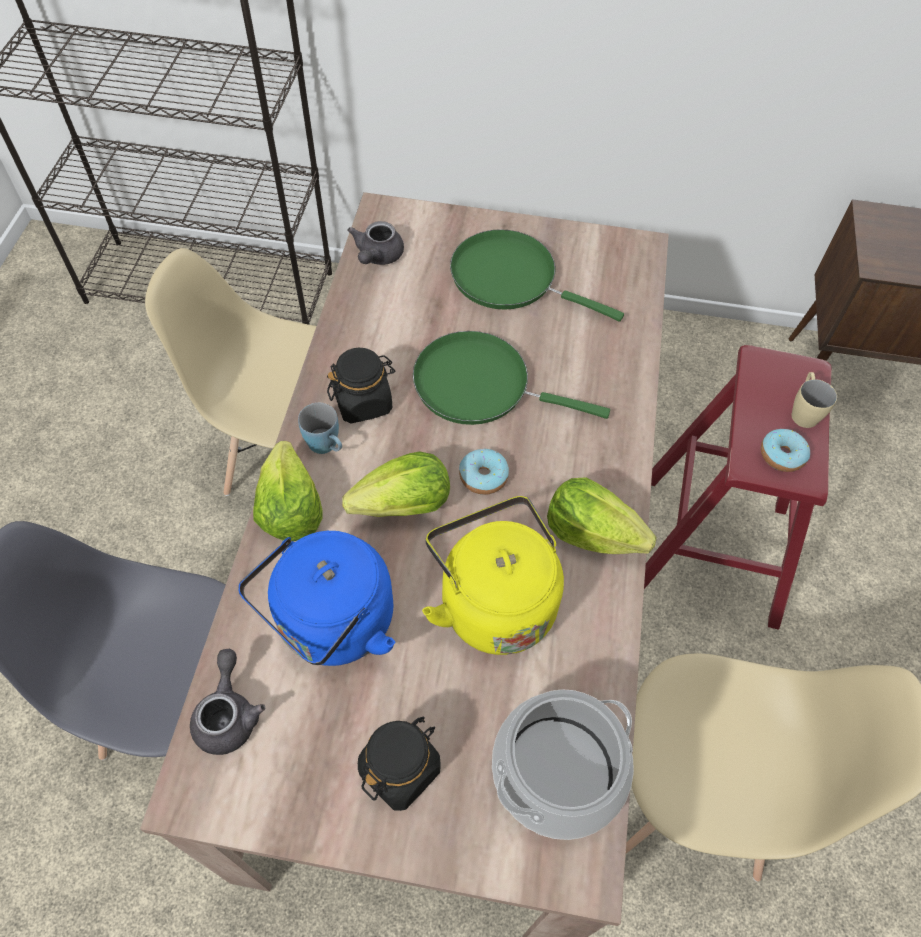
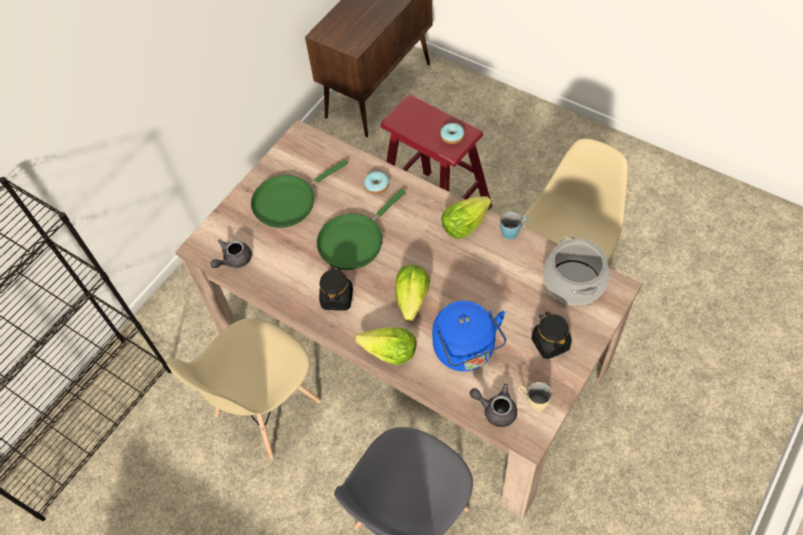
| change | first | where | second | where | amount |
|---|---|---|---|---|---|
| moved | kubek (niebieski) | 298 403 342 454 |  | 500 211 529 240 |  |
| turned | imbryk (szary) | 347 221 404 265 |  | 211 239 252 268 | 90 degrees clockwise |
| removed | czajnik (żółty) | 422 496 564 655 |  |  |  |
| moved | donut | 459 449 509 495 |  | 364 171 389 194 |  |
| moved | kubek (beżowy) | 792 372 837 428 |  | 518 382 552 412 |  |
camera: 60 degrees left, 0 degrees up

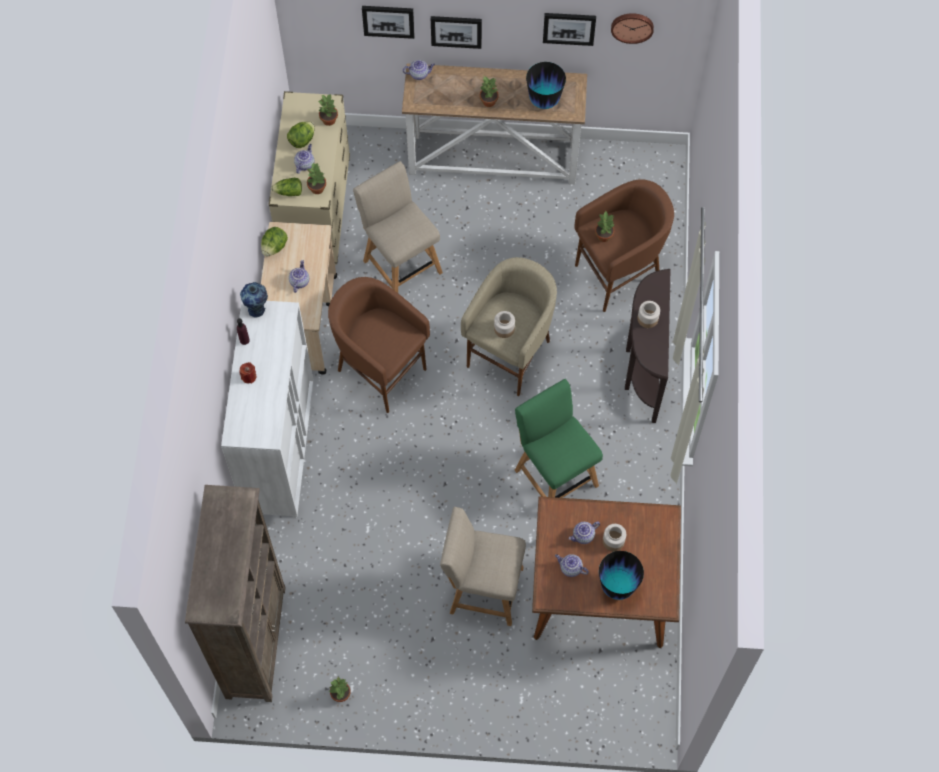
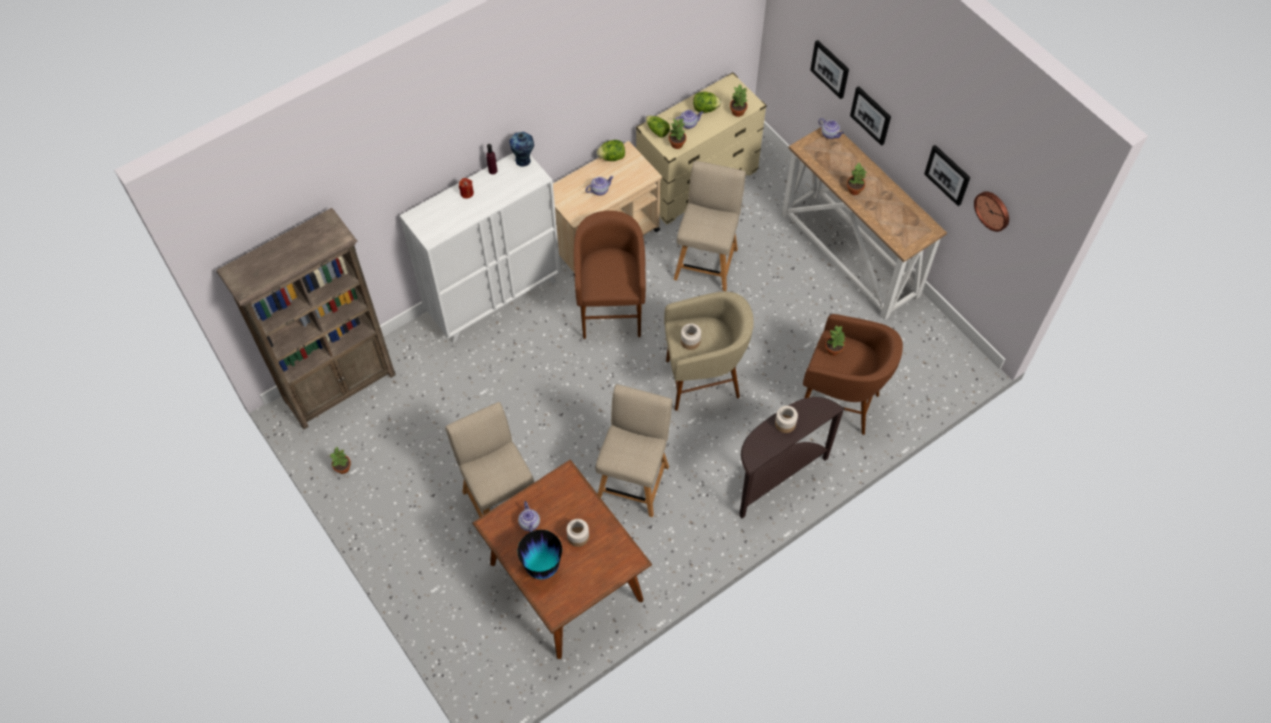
| change | first | where | second | where | amount |
|---|---|---|---|---|---|
| recoloured | krzesło (zielony) | 515 379 603 498 | krzesło (beżowy) | 596 384 672 517 |  |
| removed | wazon | 526 62 566 109 |  |  |  |
| removed | imbryk | 568 522 600 544 |  |  |  |
camera: 50 degrees right, 5 degrees down

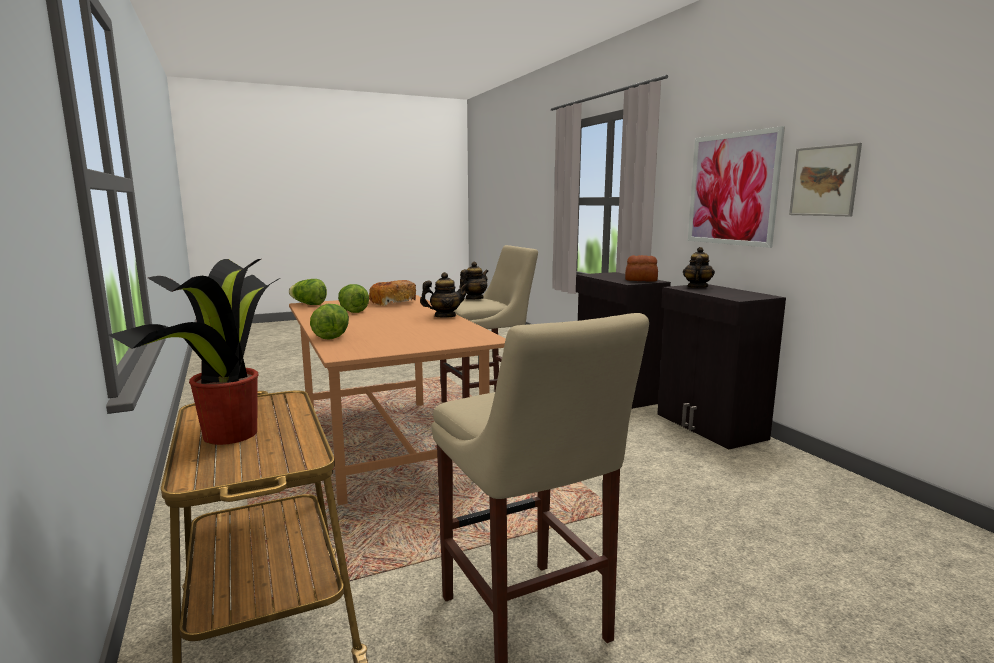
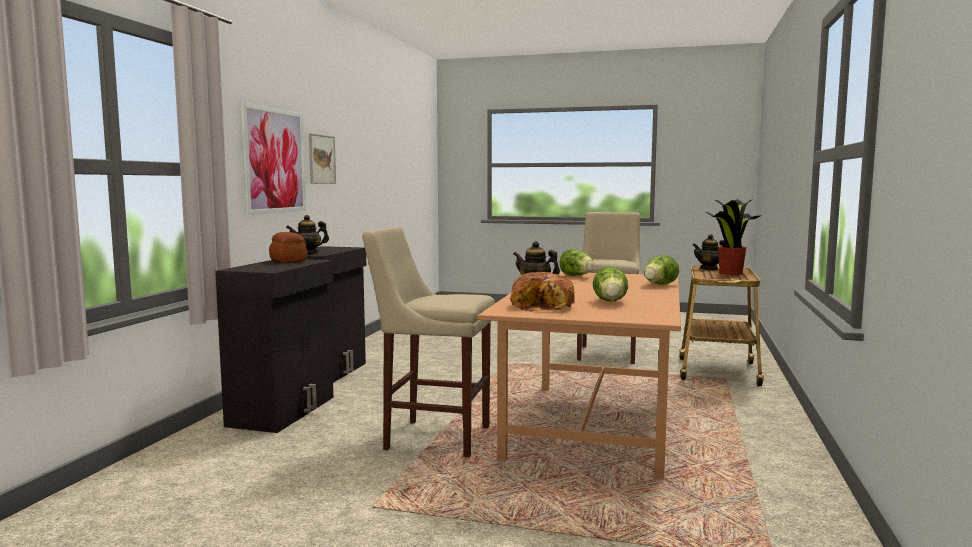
| change | first | where | second | where | amount |
|---|---|---|---|---|---|
| moved | sałata | 289 279 327 305 |  | 560 249 594 276 |  |
| moved | imbryk | 459 262 488 299 |  | 692 234 724 270 |  |
camera: 140 degrees left, 5 degrees down

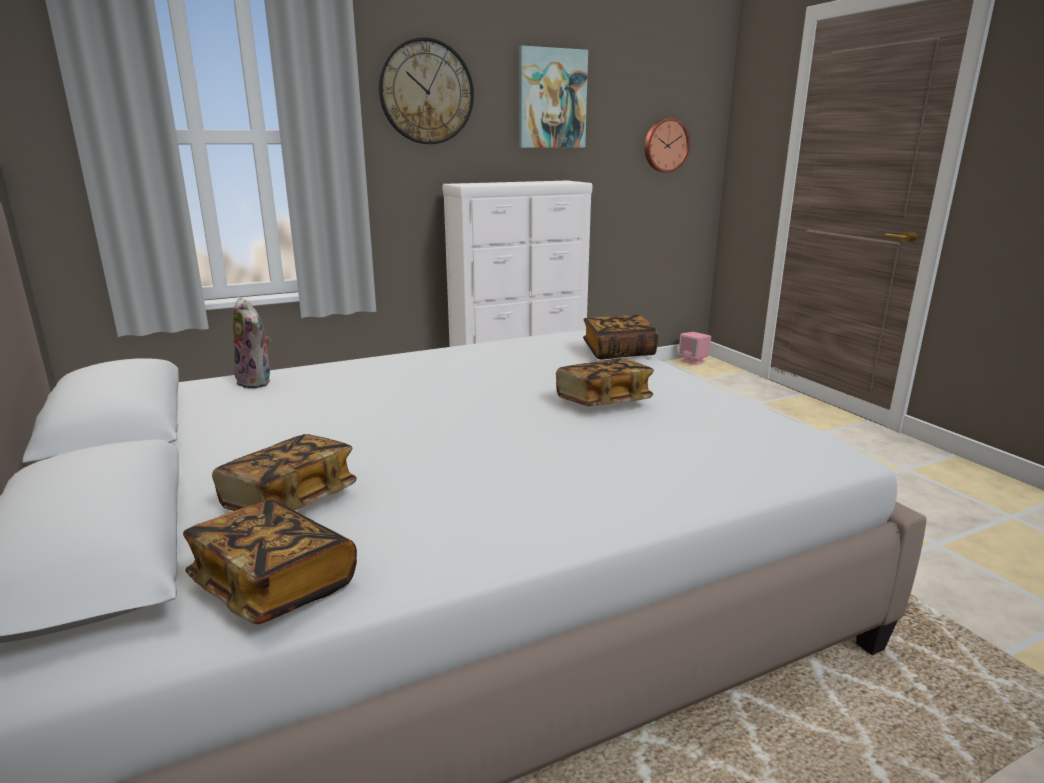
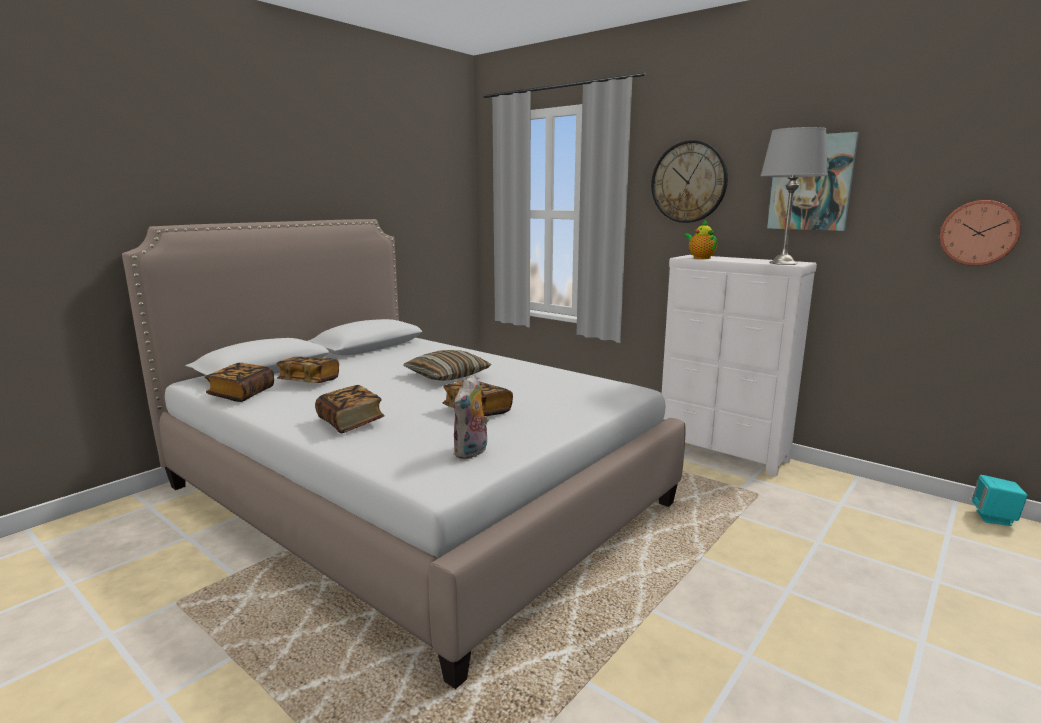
| change | first | where | second | where | amount |
|---|---|---|---|---|---|
| moved | pluszak | 233 297 271 389 |  | 453 375 489 459 |  |
| moved | książka | 583 315 659 360 |  | 315 385 385 433 |  |
| recoloured | głośnik (różowy) | 678 332 711 365 | głośnik (turkusowy) | 971 475 1028 526 |  |
| added |  |  | poduszka | 403 350 491 381 |  |
| added |  |  | imbryk | 684 220 717 259 |  |
| added |  |  | lampa stołowa (szary) | 760 127 828 265 |  |
camera: 65 degrees right, 5 degrees down

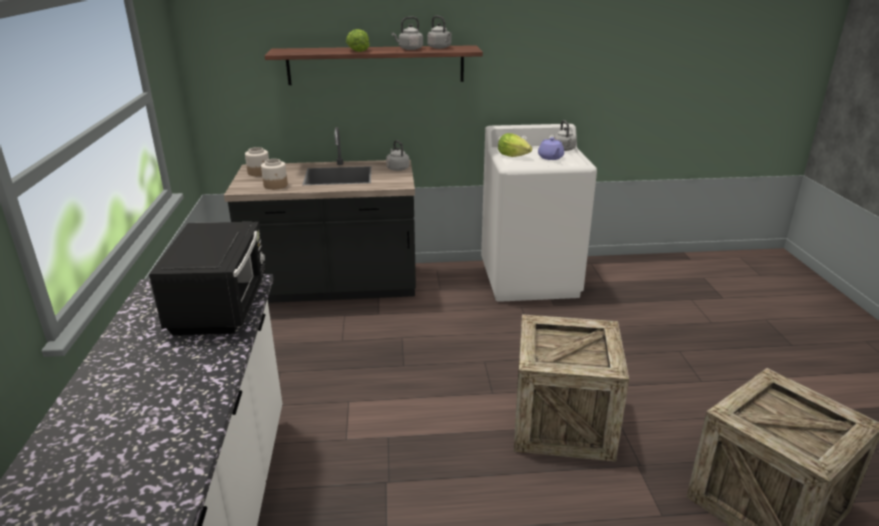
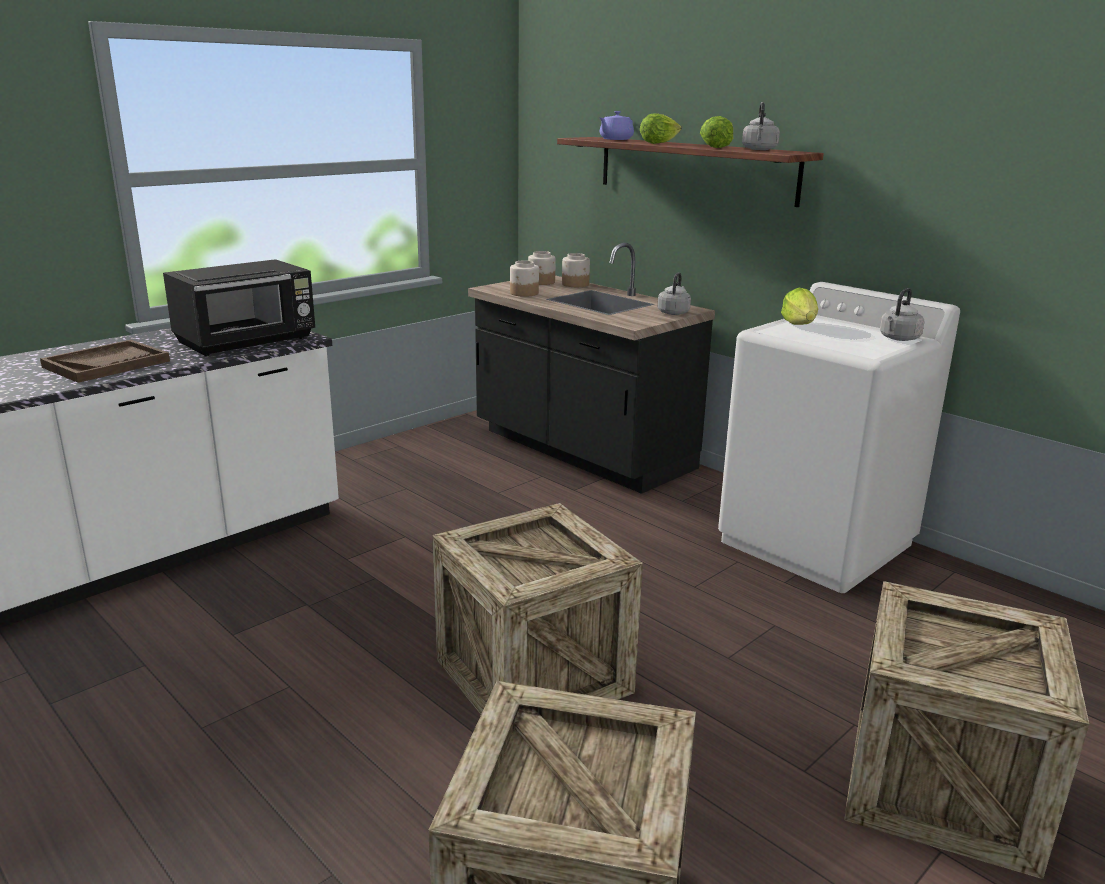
| change | first | where | second | where | amount |
|---|---|---|---|---|---|
| replaced | czajnik (szary) | 392 17 423 50 | sałata | 700 116 733 148 |  |
| moved | imbryk (fioletowy) | 538 137 564 160 |  | 600 111 634 140 |  |
| added |  |  | taca (brązowy) | 40 340 170 383 |  |
| added |  |  | słoik | 562 253 590 287 |  |
| added |  |  | skrzynka | 844 581 1089 879 |  |
camera: 50 degrees right, 5 degrees down

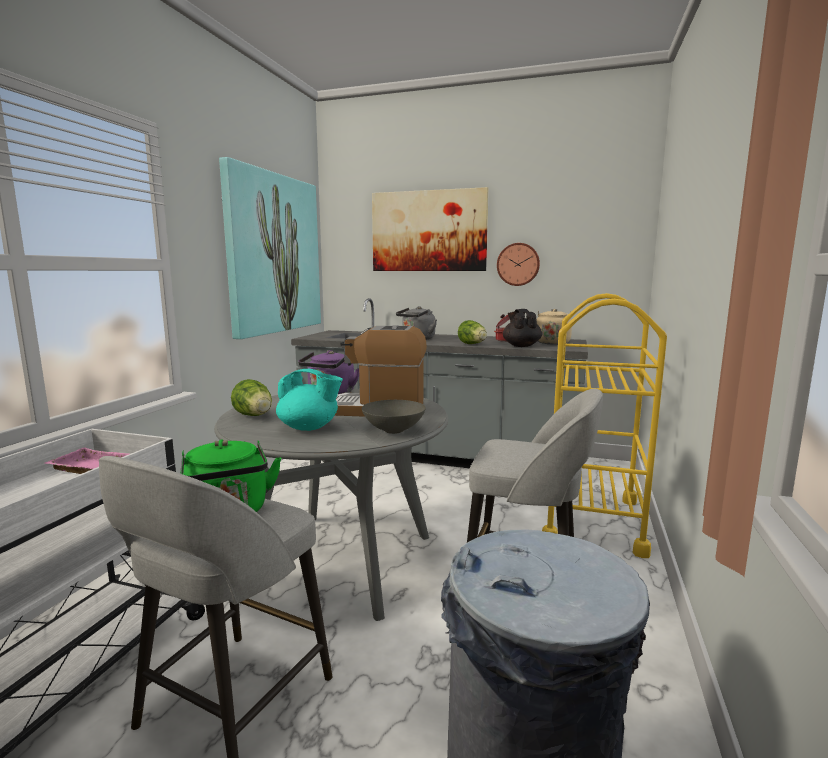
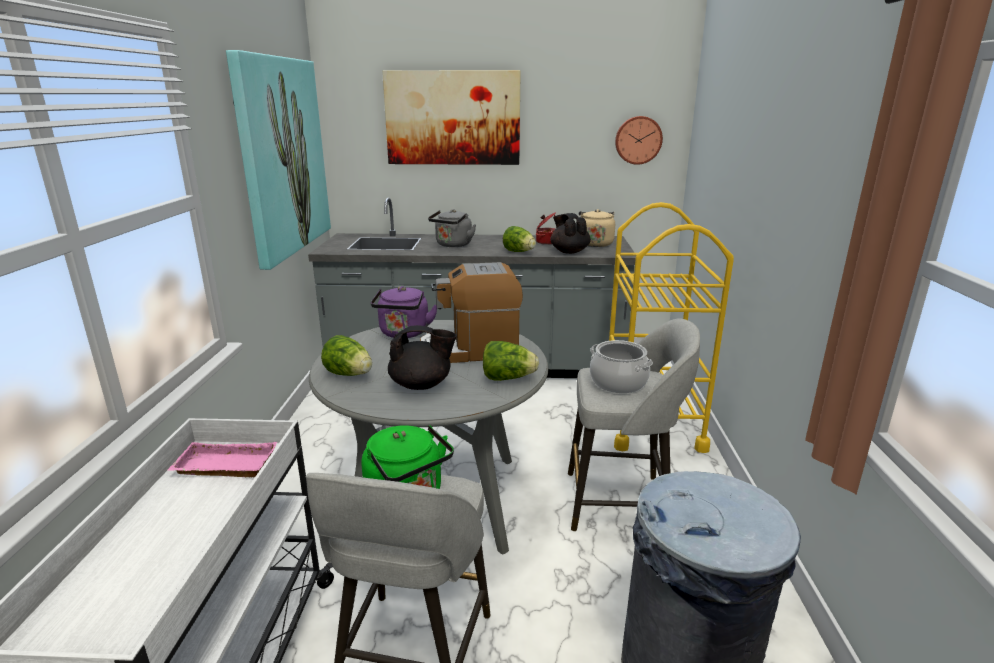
| change | first | where | second | where | amount |
|---|---|---|---|---|---|
| recoloured | imbryk (turkusowy) | 276 369 343 431 | imbryk (czarny) | 388 325 457 390 |  |
| replaced | miska (szary) | 362 400 426 434 | sałata | 483 341 539 381 |  |
| moved | zegar ścienny | 497 243 540 286 |  | 615 116 663 165 |  |
| added |  |  | garnek | 590 340 653 393 |  |
camera: 15 degrees left, 10 degrees up

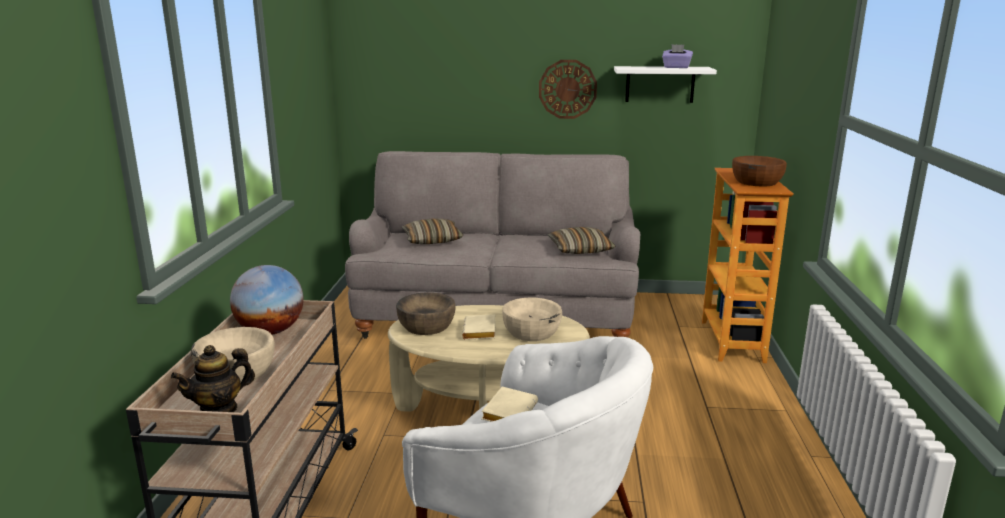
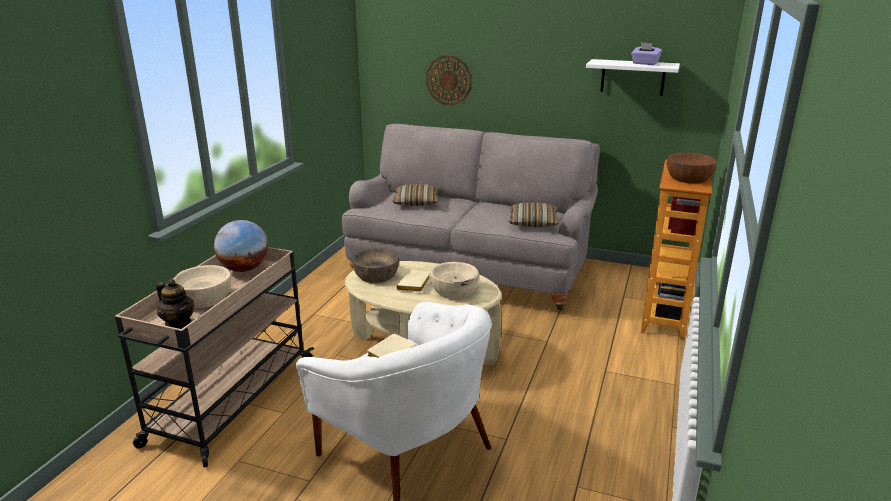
| change | first | where | second | where | amount |
|---|---|---|---|---|---|
| turned | imbryk | 171 345 255 412 |  | 156 279 194 329 | 120 degrees counterclockwise |
| moved | zegar ścienny | 539 60 597 119 |  | 426 55 472 105 |  |
camera: 15 degrees right, 5 degrees up

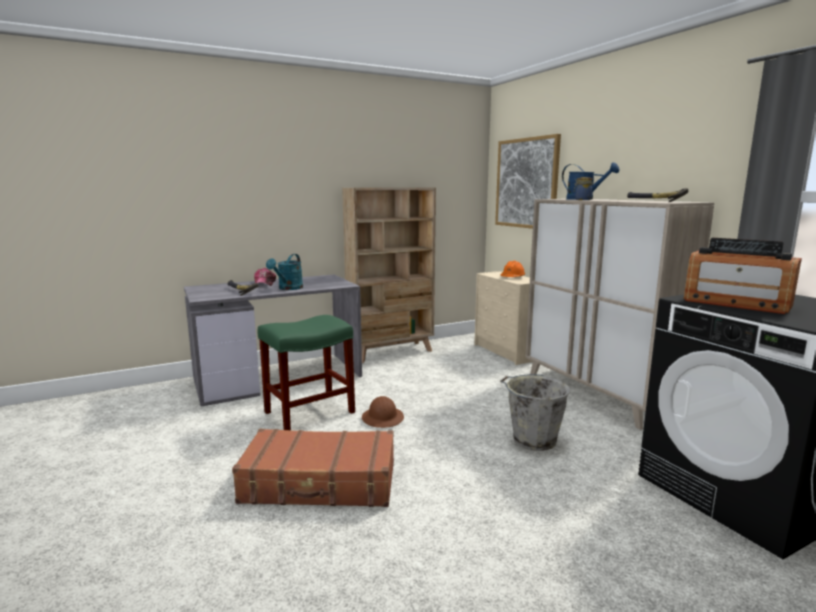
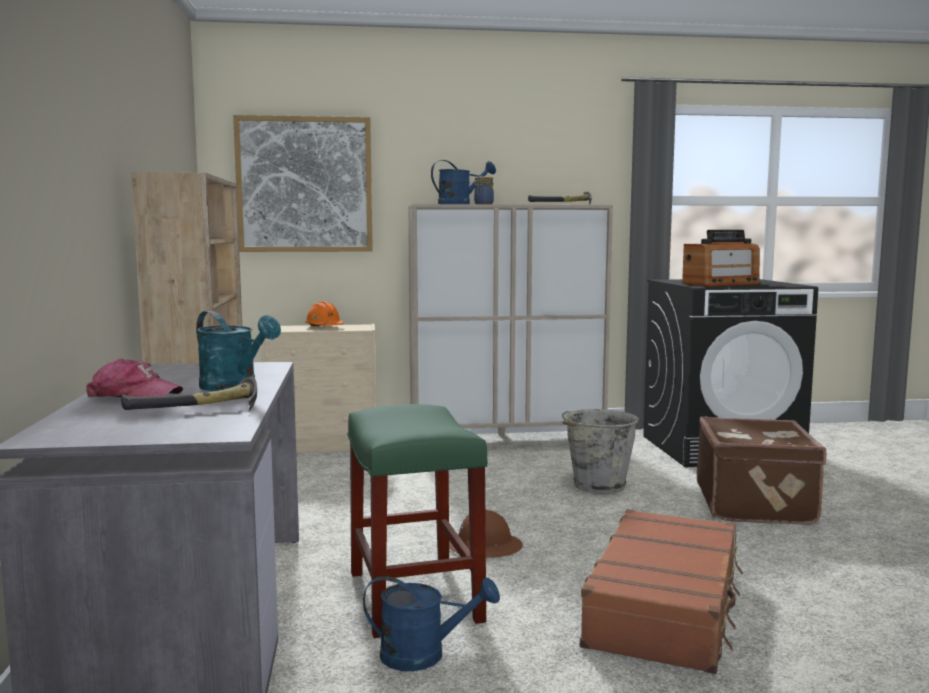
| change | first | where | second | where | amount |
|---|---|---|---|---|---|
| added |  |  | konewka (niebieski) | 363 576 500 671 |  |
| added |  |  | walizka (brązowy) | 697 416 826 525 |  |
camera: 70 degrees left, 5 degrees down

